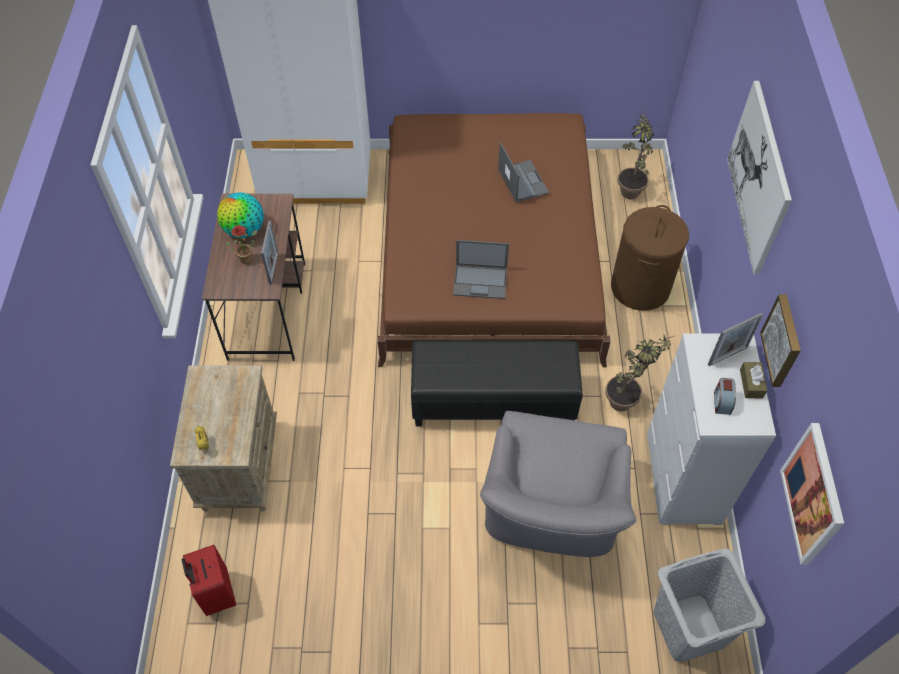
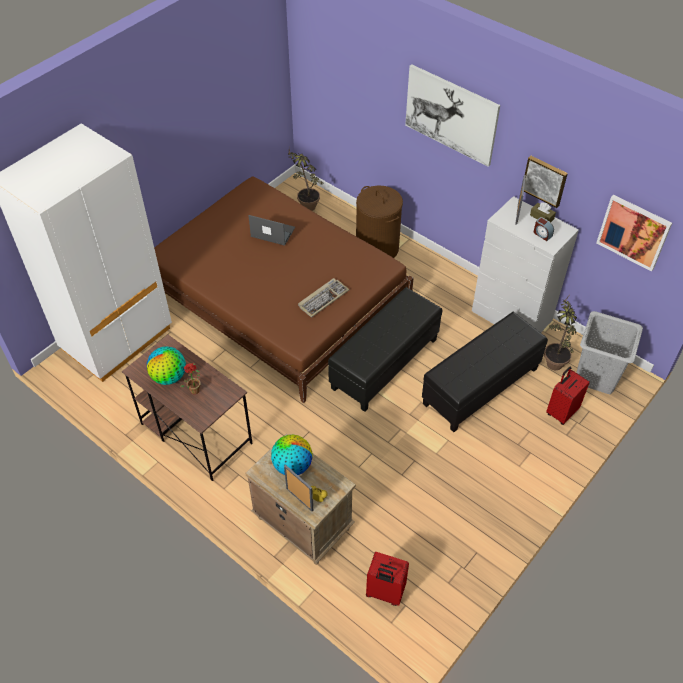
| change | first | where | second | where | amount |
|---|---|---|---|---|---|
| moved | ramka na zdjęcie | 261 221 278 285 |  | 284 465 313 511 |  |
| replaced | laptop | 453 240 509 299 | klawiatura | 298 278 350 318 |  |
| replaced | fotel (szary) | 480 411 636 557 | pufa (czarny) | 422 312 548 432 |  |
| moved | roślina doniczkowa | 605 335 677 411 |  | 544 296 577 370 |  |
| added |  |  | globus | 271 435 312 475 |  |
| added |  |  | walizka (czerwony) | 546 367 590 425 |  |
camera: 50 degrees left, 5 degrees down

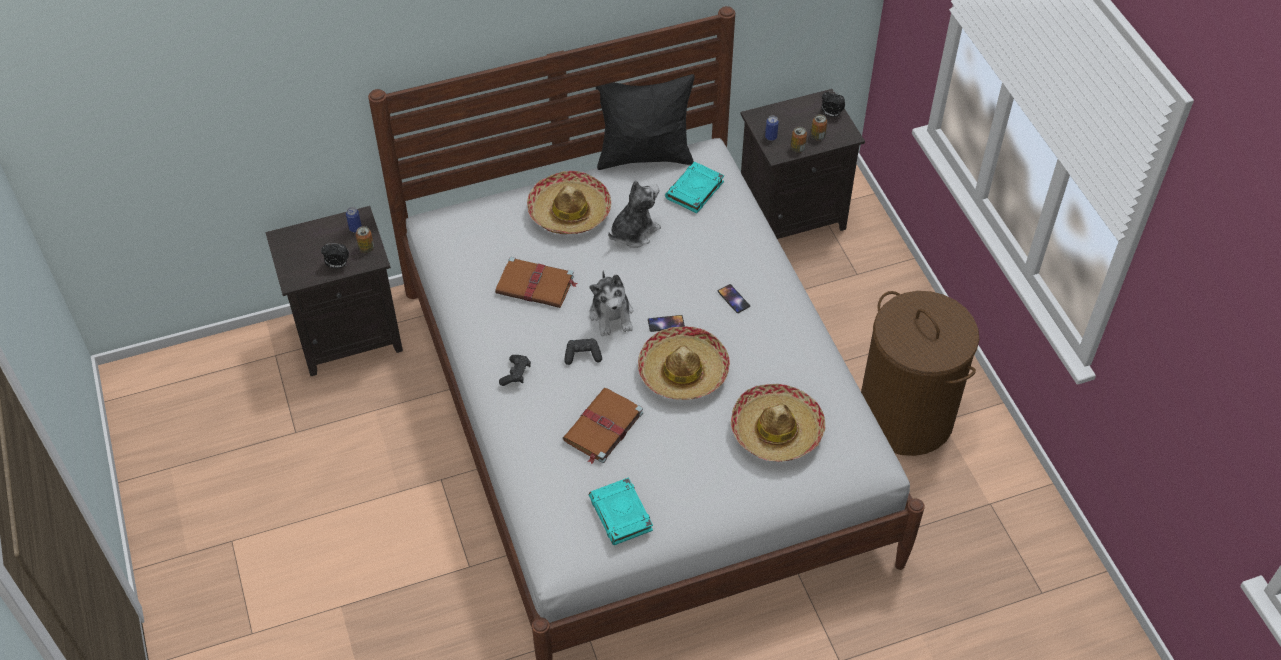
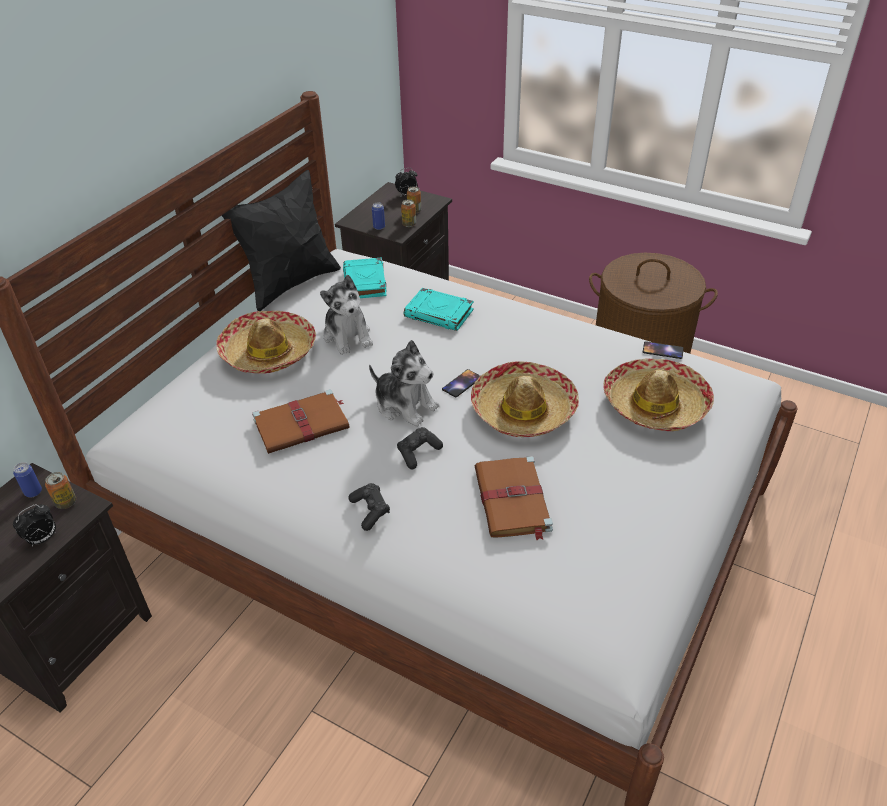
| change | first | where | second | where | amount |
|---|---|---|---|---|---|
| moved | książka (turkusowy) | 589 477 653 545 |  | 404 288 474 331 |  |
| turned | pluszak | 608 180 661 248 |  | 320 275 373 355 | 150 degrees clockwise |
| moved | telefon | 718 284 750 313 |  | 643 341 684 359 |  |
camera: 40 degrees left, 10 degrees down

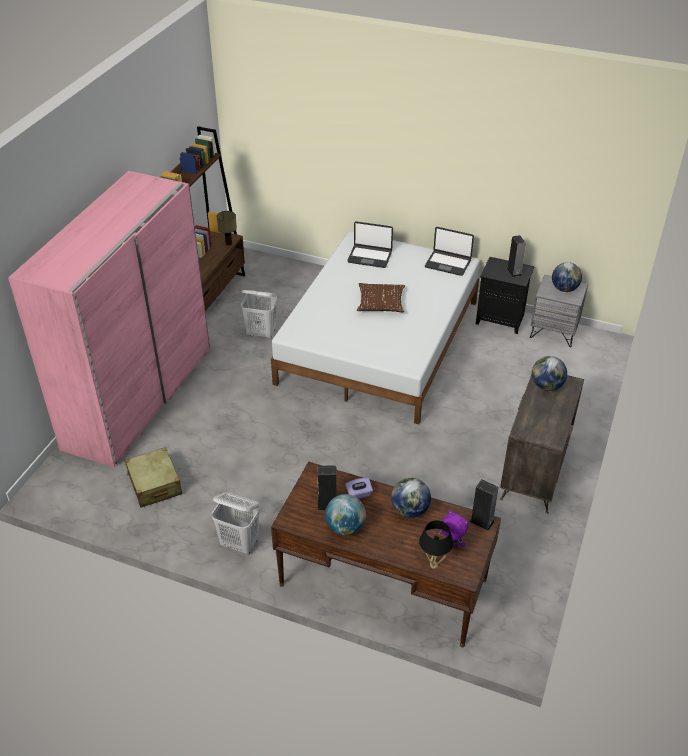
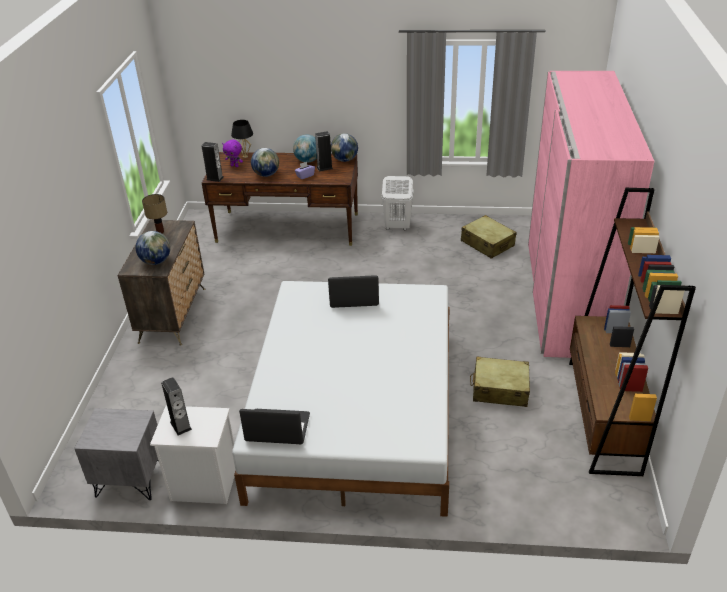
| change | first | where | second | where | amount |
|---|---|---|---|---|---|
| moved | lampa stołowa | 217 211 237 245 |  | 142 194 167 233 |  |
| replaced | kosz na pranie (biały) | 241 290 277 339 | walizka (beżowy) | 470 356 530 407 |  |
| moved | laptop | 347 221 393 268 |  | 328 275 379 308 |  |
| removed | poduszka (brązowy) | 357 283 405 312 |  |  |  |
| recoloured | szafka nocna (czarny) | 476 257 535 334 | szafka nocna (biały) | 150 406 236 504 |  |
| moved | globus | 552 262 582 292 |  | 331 133 358 162 |  |
camera: 165 degrees right, 5 degrees down

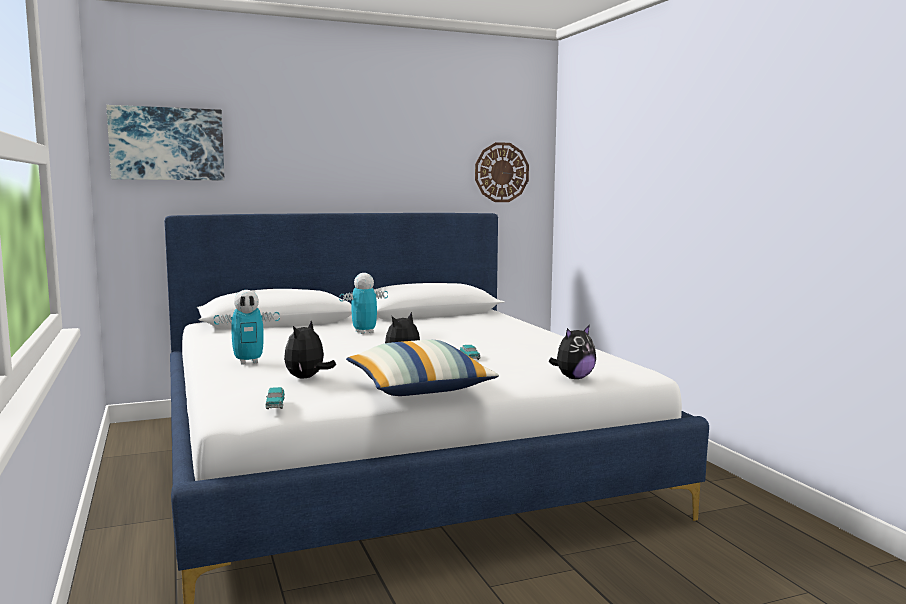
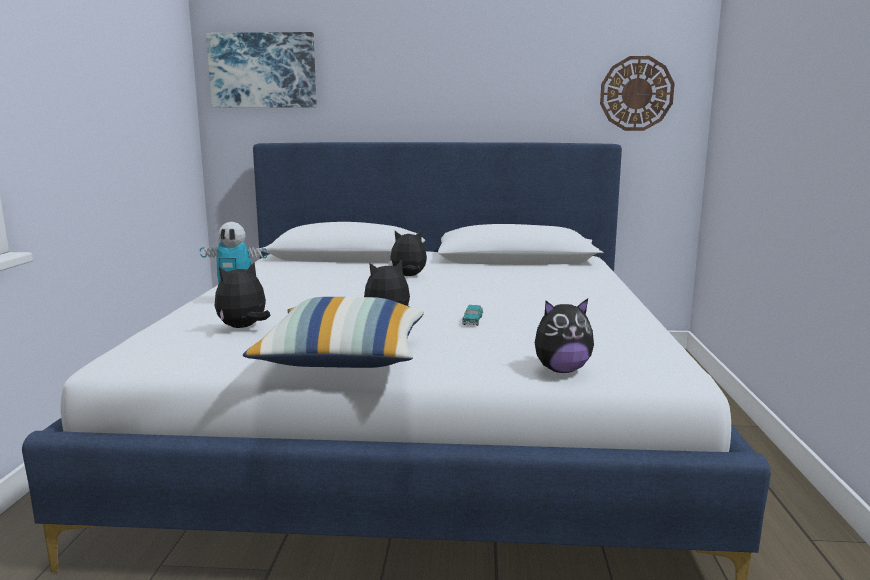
| change | first | where | second | where | amount |
|---|---|---|---|---|---|
| removed | samochodzik | 265 387 285 409 |  |  |  |
| replaced | robot zabawkowy | 339 273 388 334 | pluszak | 388 230 427 276 |  |
camera: 25 degrees right, 5 degrees up

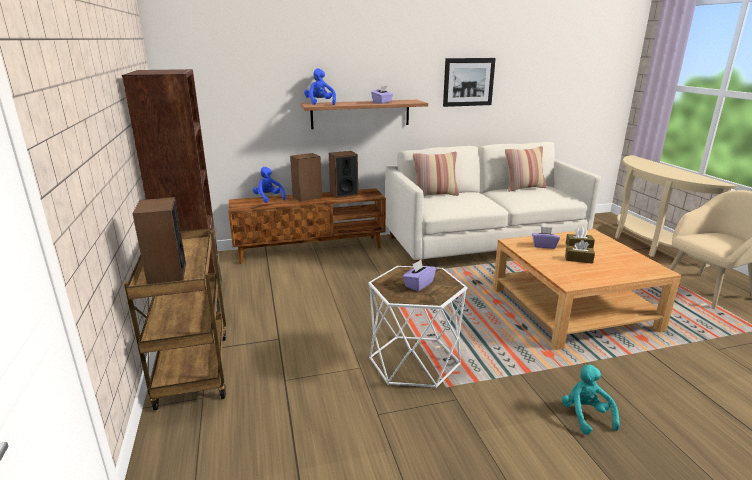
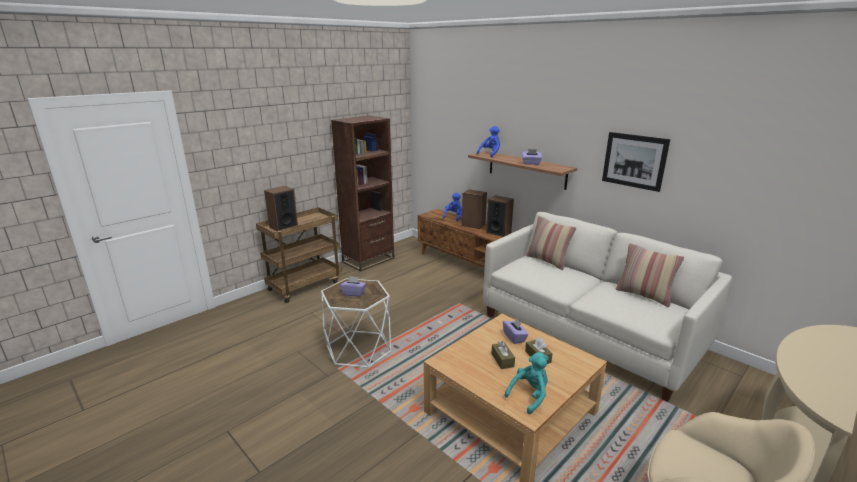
| change | first | where | second | where | amount |
|---|---|---|---|---|---|
| moved | pluszak (turkusowy) | 562 364 620 435 |  | 504 352 549 414 |  |
camera: 60 degrees right, 0 degrees up

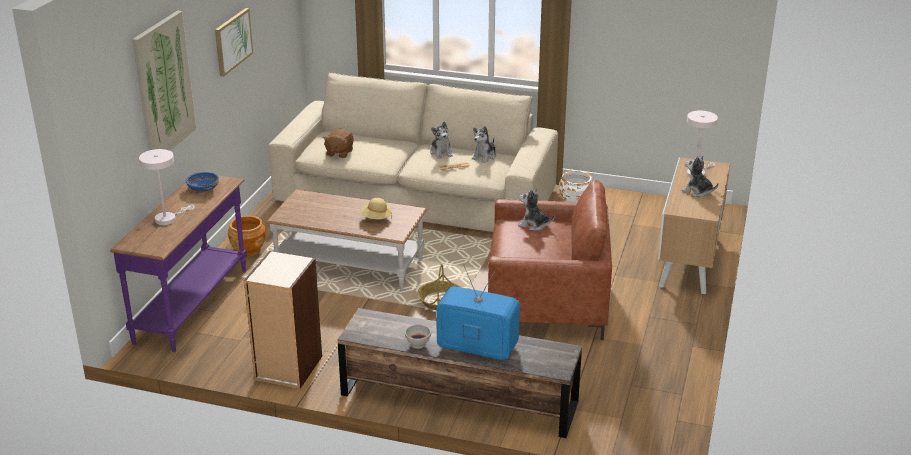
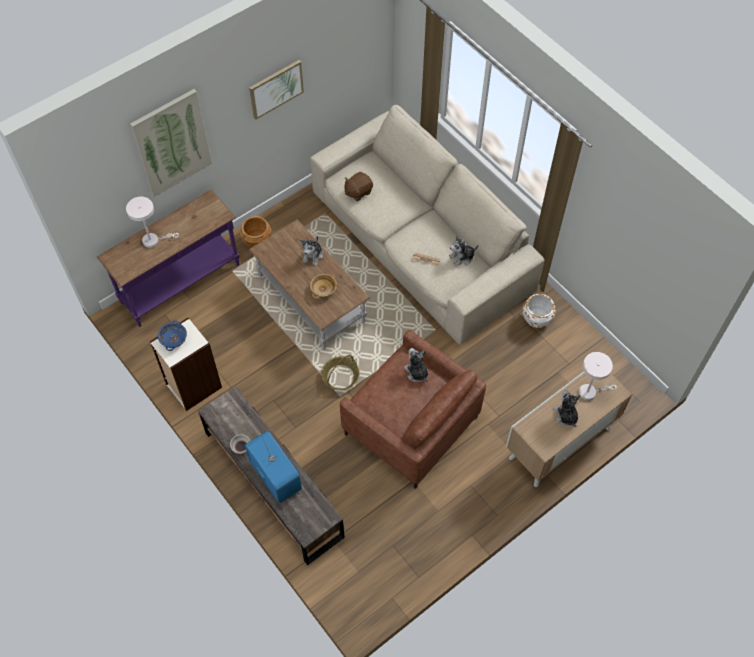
| change | first | where | second | where | amount |
|---|---|---|---|---|---|
| moved | miska (niebieski) | 186 172 219 192 |  | 158 320 187 351 |  |
| replaced | kapelusz (beżowy) | 360 198 392 219 | miska (beżowy) | 310 274 337 298 |  |
| moved | pluszak | 430 122 453 159 |  | 300 235 323 266 |  |
camera: 35 degrees right, 30 degrees up

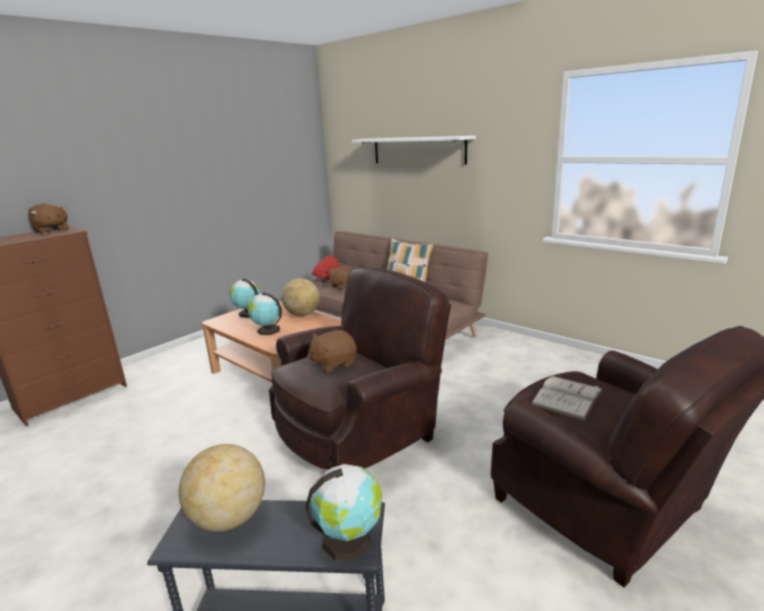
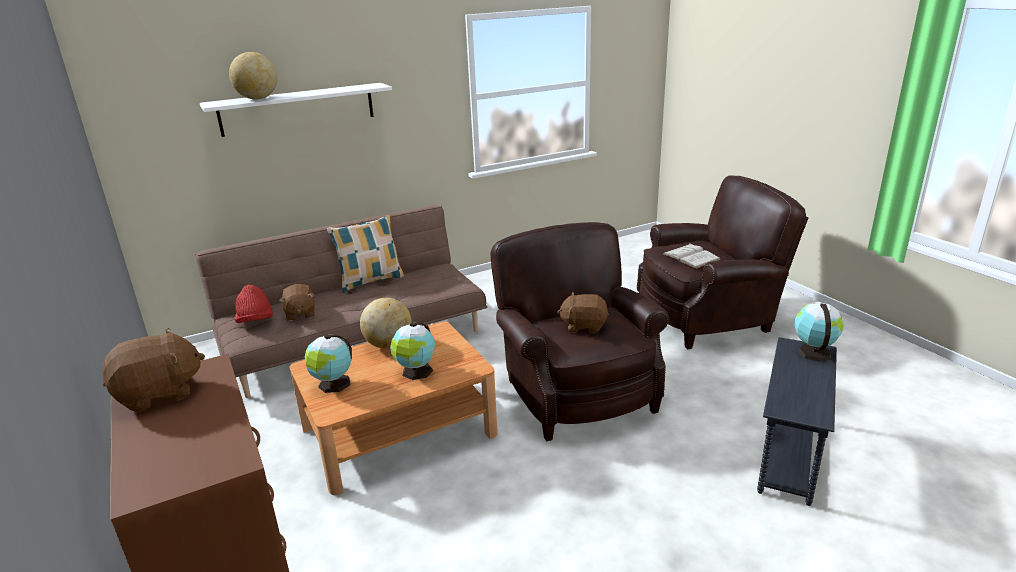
| change | first | where | second | where | amount |
|---|---|---|---|---|---|
| moved | globus | 179 444 265 532 |  | 229 52 278 99 |  |
| turned | pluszak (brązowy) | 307 330 357 372 |  | 557 292 609 334 | 105 degrees clockwise |
camera: 70 degrees left, 5 degrees up

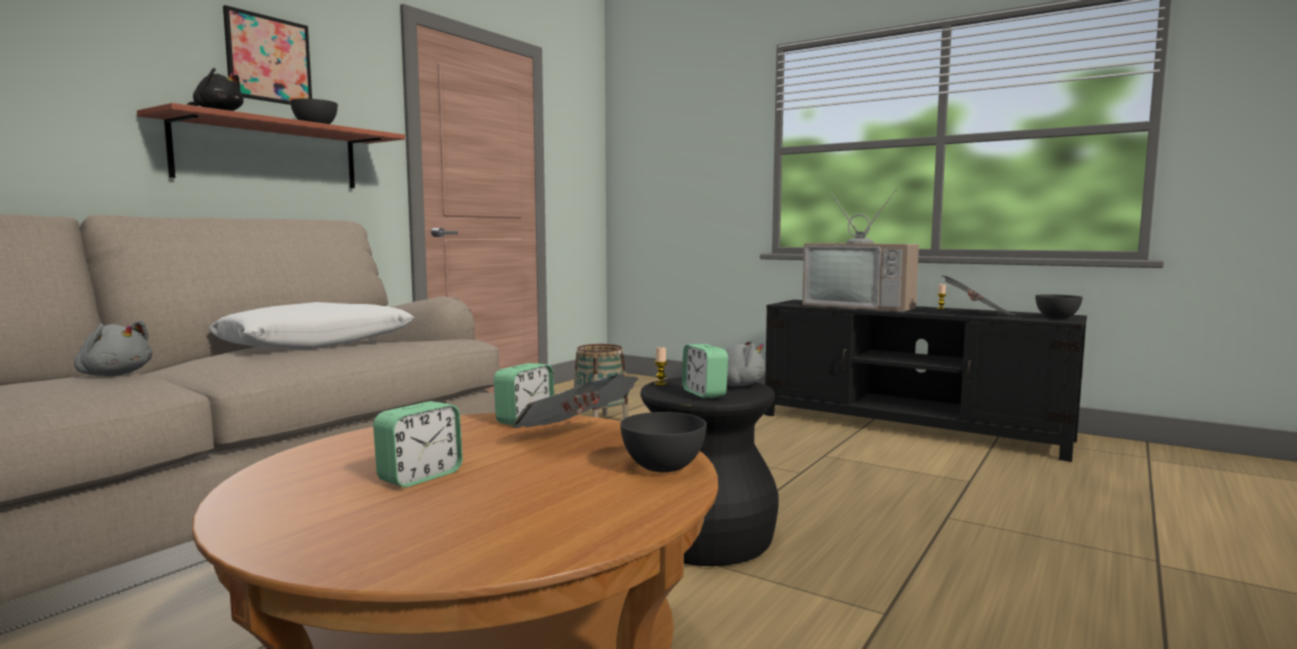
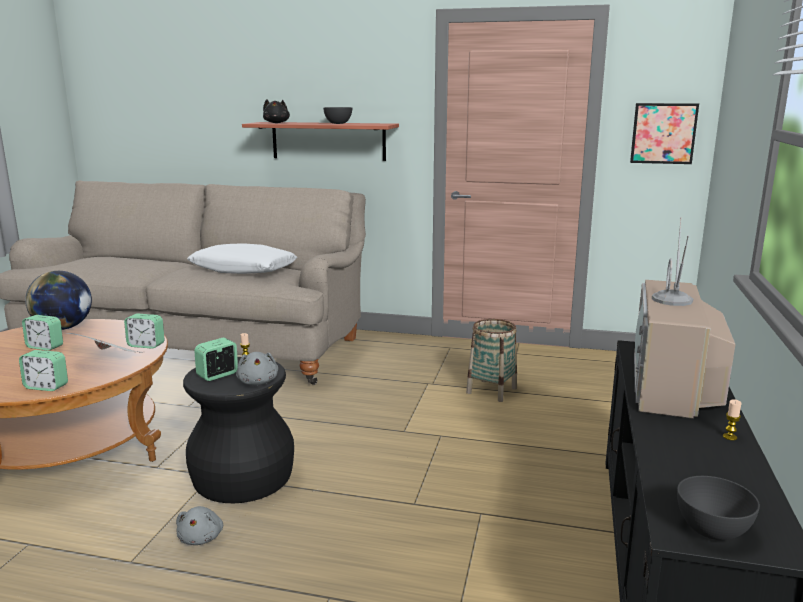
| change | first | where | second | where | amount |
|---|---|---|---|---|---|
| moved | pluszak (szary) | 74 320 153 376 |  | 176 506 223 545 |  |
| moved | obraz | 223 5 312 105 |  | 630 103 699 164 |  |
| replaced | miska (szary) | 620 412 707 472 | budzik | 19 350 68 391 |  |
| removed | gazeta | 942 276 1016 315 |  |  |  |
| added |  |  | globus | 25 271 92 330 |  |
camera: 70 degrees right, 10 degrees up

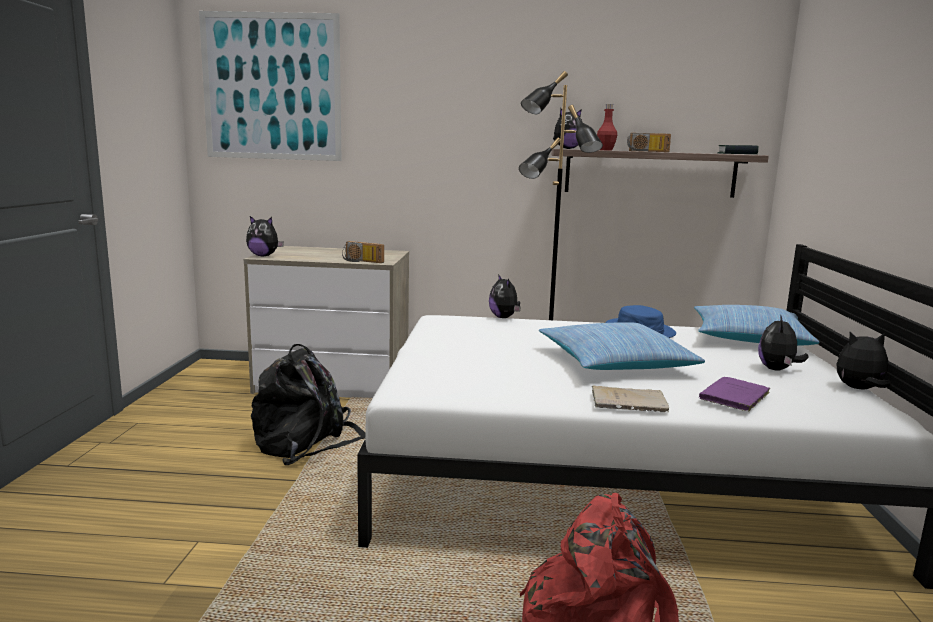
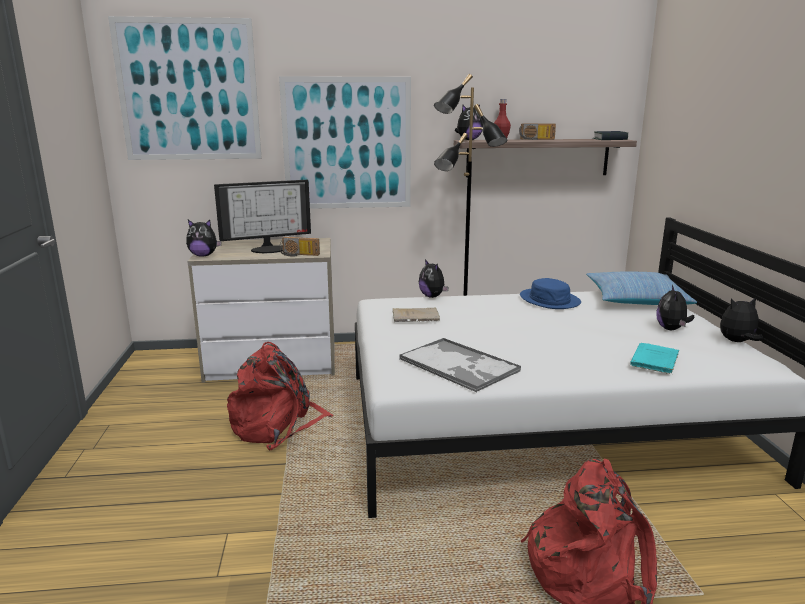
| change | first | where | second | where | amount |
|---|---|---|---|---|---|
| recoloured | plecak (czarny) | 251 344 365 465 | plecak (czerwony) | 227 342 333 451 |  |
| removed | poduszka | 539 322 705 370 |  |  |  |
| moved | książka (beżowy) | 592 385 669 412 |  | 392 307 440 322 |  |
| recoloured | książka (fioletowy) | 699 377 770 412 | książka (turkusowy) | 630 343 679 374 |  |
| added |  |  | monitor | 214 180 311 253 |  |
| added |  |  | obraz | 279 76 411 209 |  |
| added |  |  | taca | 399 338 521 392 |  |
camera: 10 degrees left, 5 degrees up

